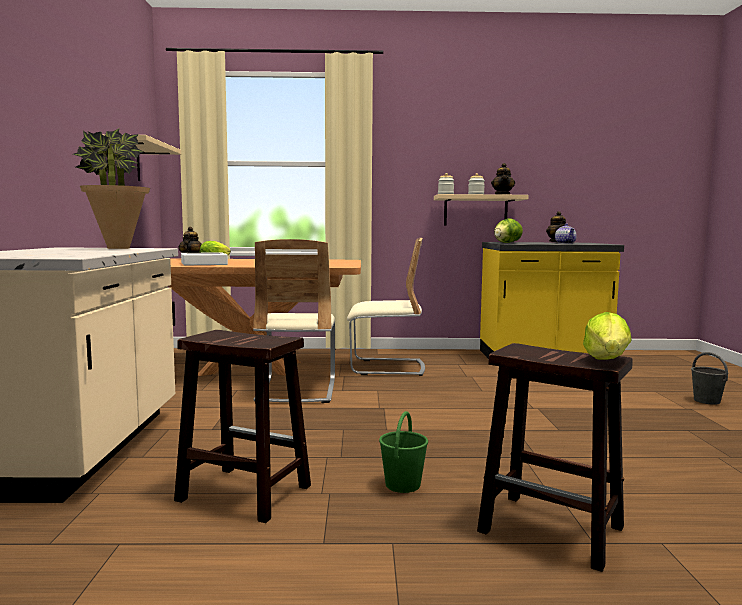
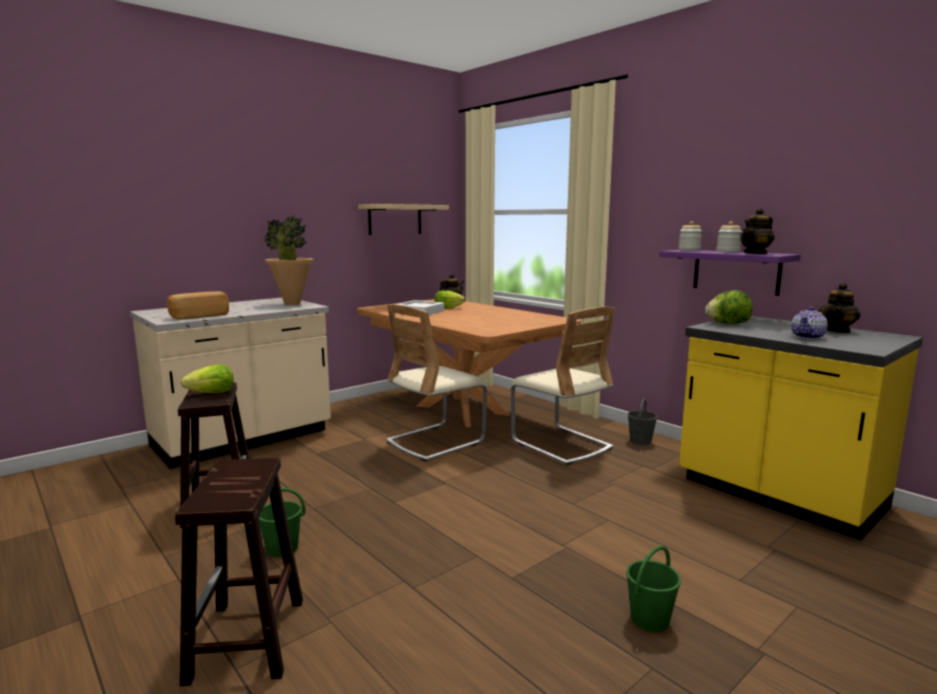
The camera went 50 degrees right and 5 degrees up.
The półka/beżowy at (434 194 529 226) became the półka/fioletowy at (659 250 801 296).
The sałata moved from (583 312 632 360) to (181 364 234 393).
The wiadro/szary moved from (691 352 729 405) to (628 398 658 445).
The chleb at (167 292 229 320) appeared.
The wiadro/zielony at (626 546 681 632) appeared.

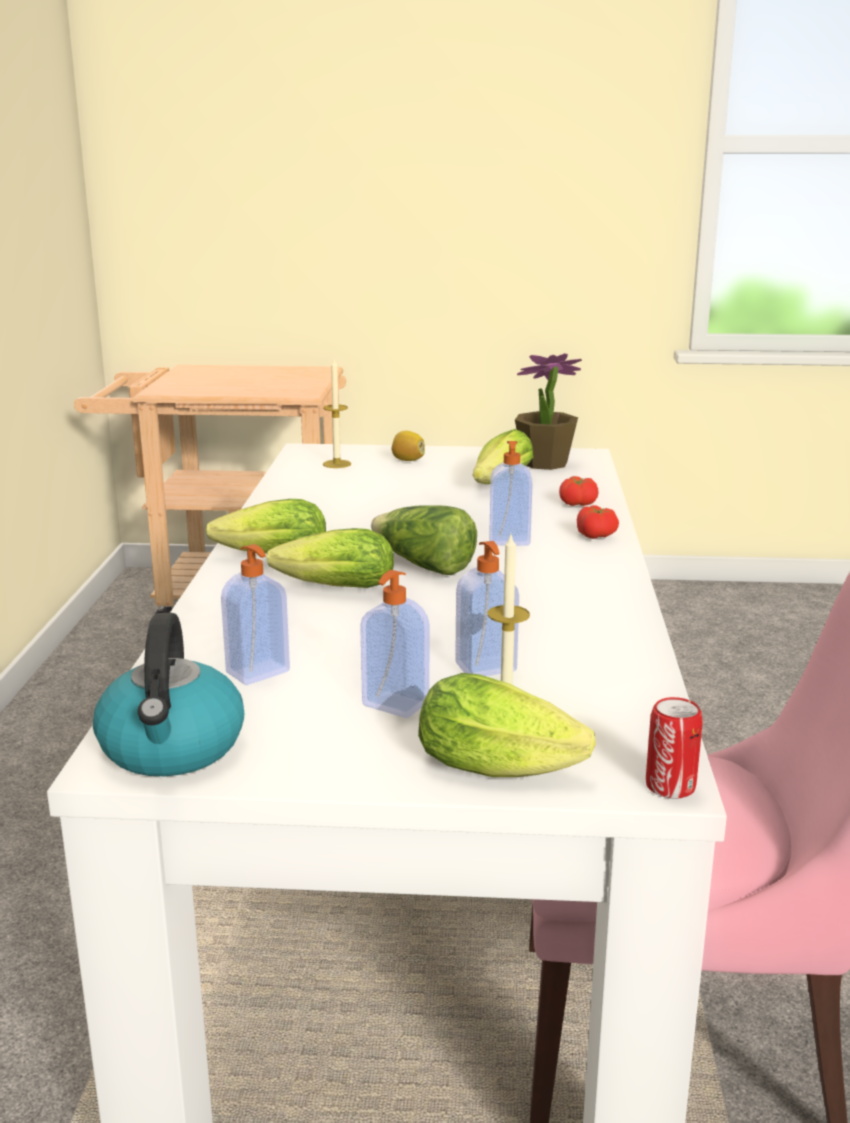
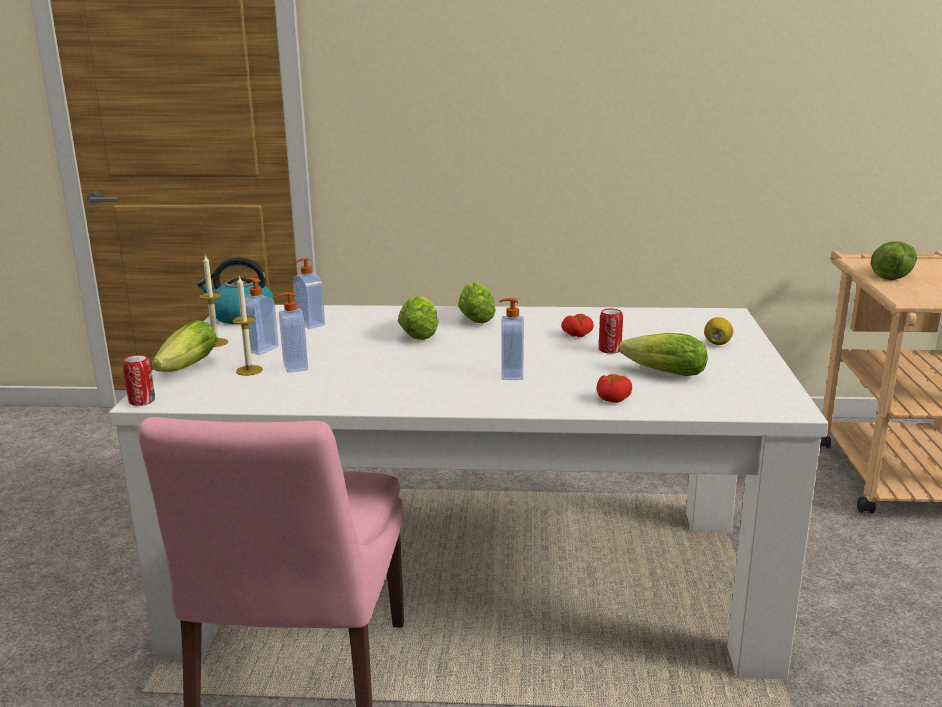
The camera went 90 degrees right and 0 degrees up.
The roślina doniczkowa at (515 353 582 470) disappeared.
The świeca moved from (323 359 351 468) to (199 255 228 347).
The sałata moved from (371 505 477 575) to (871 241 917 280).
The pomidor moved from (577 505 619 539) to (561 314 594 337).
The puszka at (599 309 623 354) appeared.

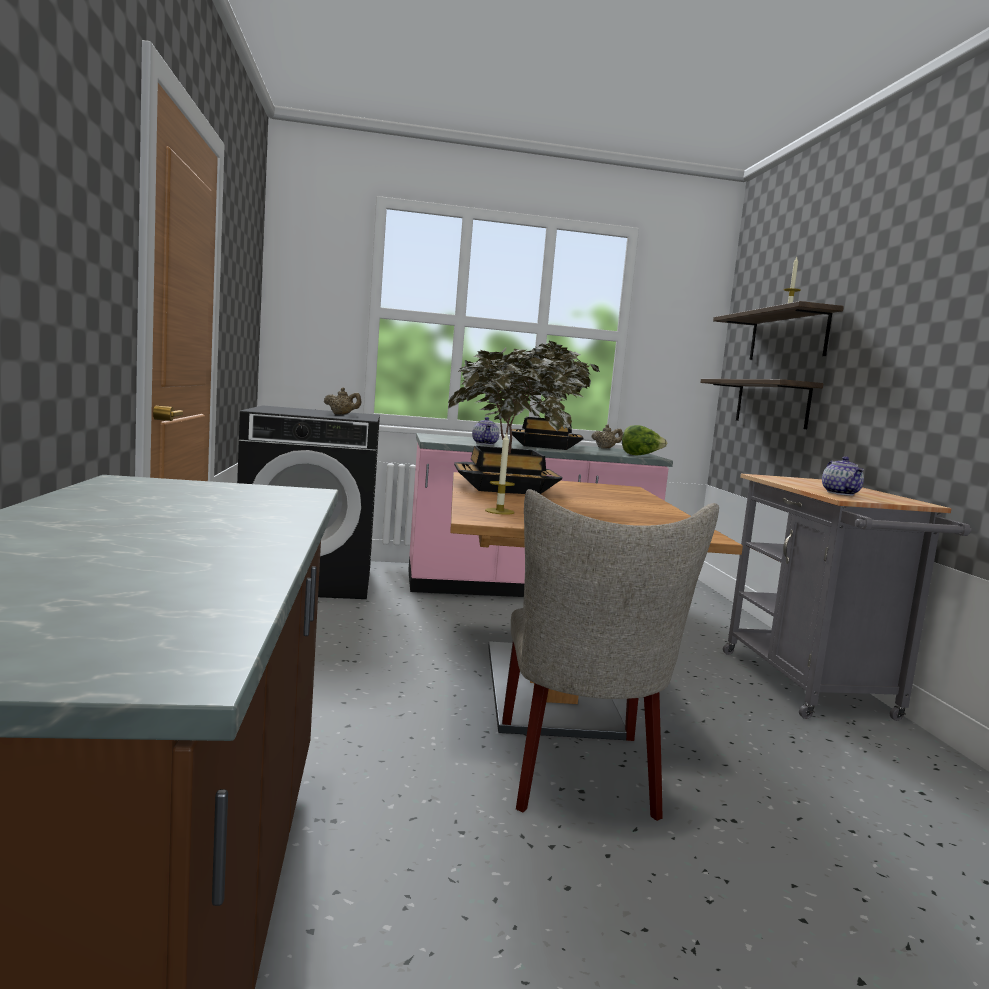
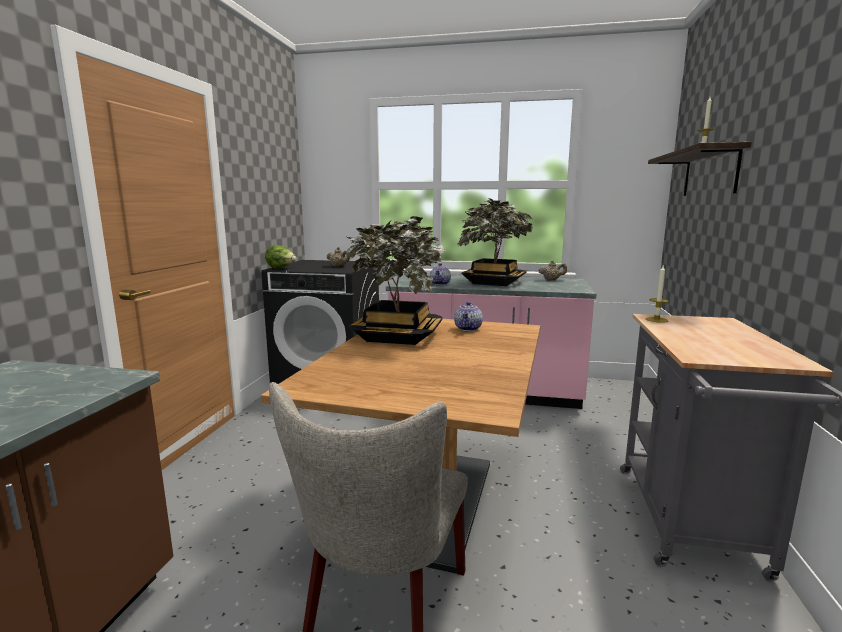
The camera went 20 degrees right and 5 degrees up.
The półka at (700 379 823 429) disappeared.
The sałata moved from (622 425 667 456) to (265 245 296 268).
The świeca moved from (485 432 515 515) to (646 264 669 323).
The imbryk moved from (822 456 864 496) to (454 302 483 331).

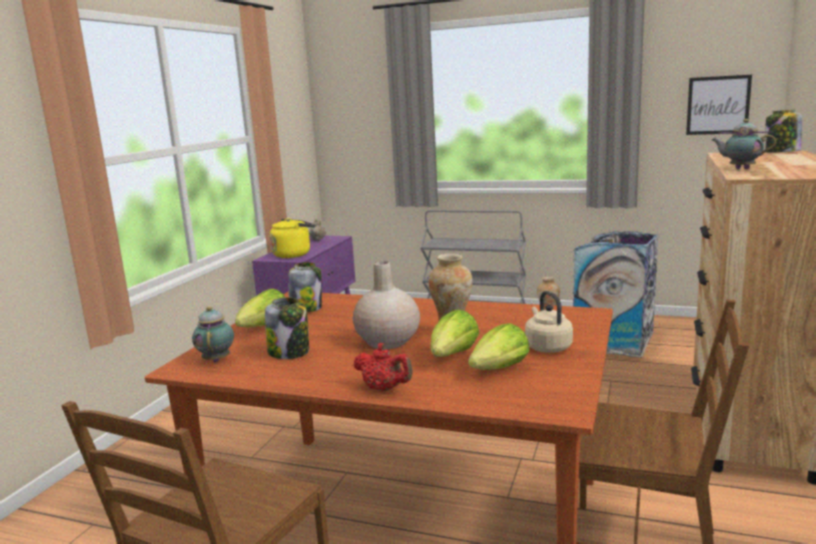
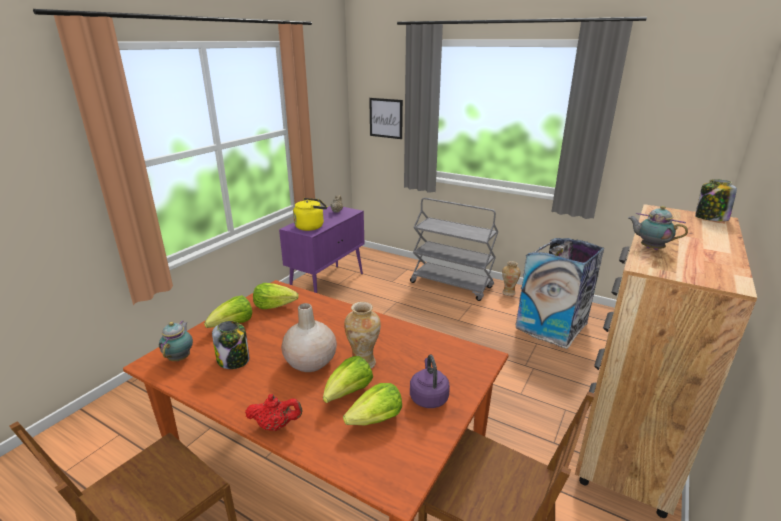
The camera went 10 degrees right and 10 degrees up.
The obraz moved from (686 75 752 135) to (369 98 403 139).
The słoik at (288 262 322 312) was replaced by the sałata at (253 283 299 309).
The czajnik/beżowy at (525 291 573 353) became the czajnik/fioletowy at (410 354 450 408).
The imbryk/czerwony at (353 343 413 391) turned 45 degrees counterclockwise.

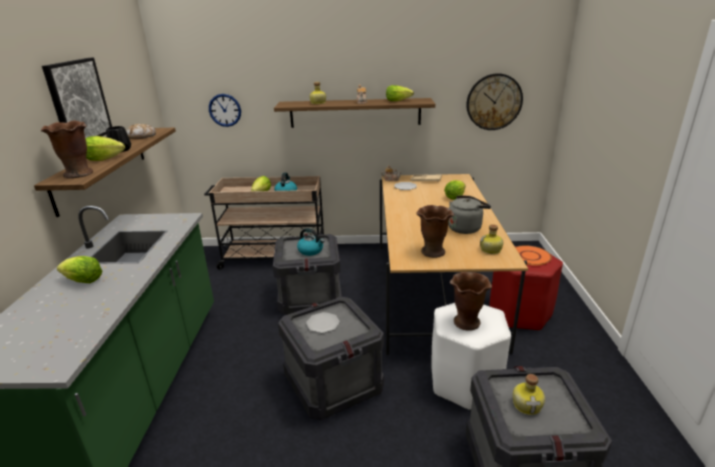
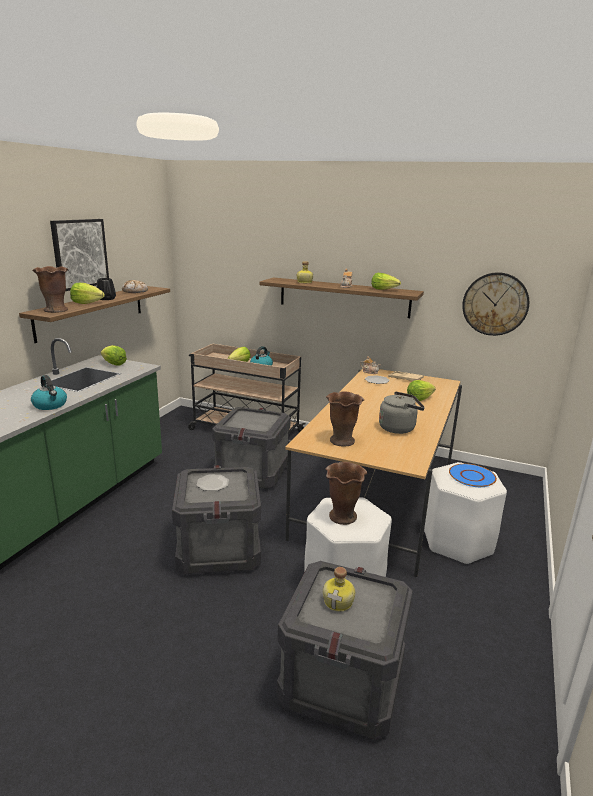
The camera went 20 degrees right and 5 degrees down.
The zegar ścienny at (209 94 241 127) disappeared.
The butelka at (480 224 503 254) disappeared.
The czajnik moved from (297 228 324 256) to (31 375 67 410).
The talerz/pomarańczowy at (515 245 552 266) became the talerz/niebieski at (449 464 497 487).
The stołek/czerwony at (489 246 563 331) became the stołek/biały at (424 462 507 565).
The sałata moved from (57 256 102 283) to (101 345 127 366).

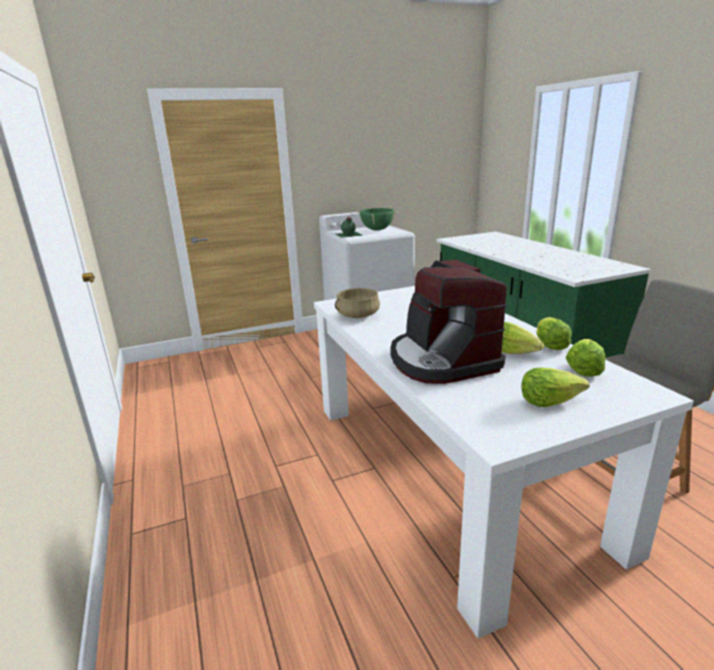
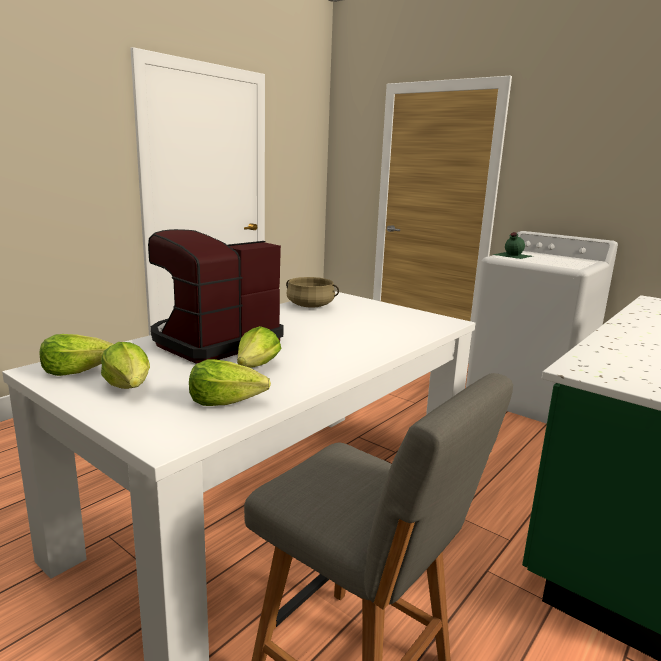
The camera went 60 degrees right and 5 degrees down.
The garnek/zielony at (356 208 398 231) disappeared.
The sałata moved from (536 317 572 350) to (40 334 113 376).

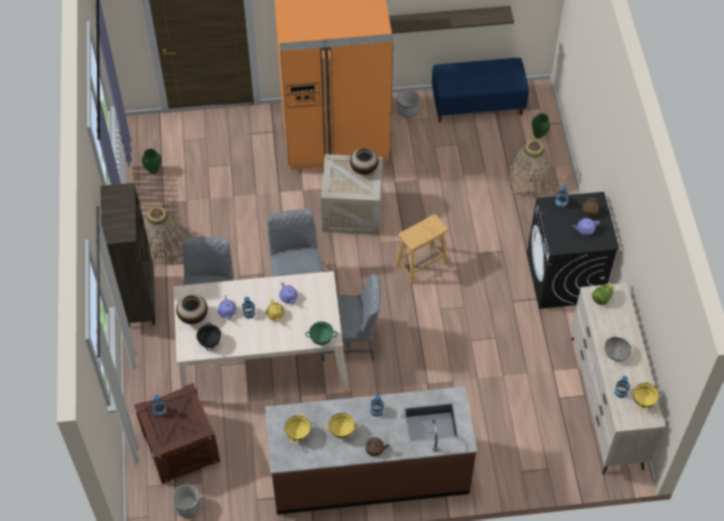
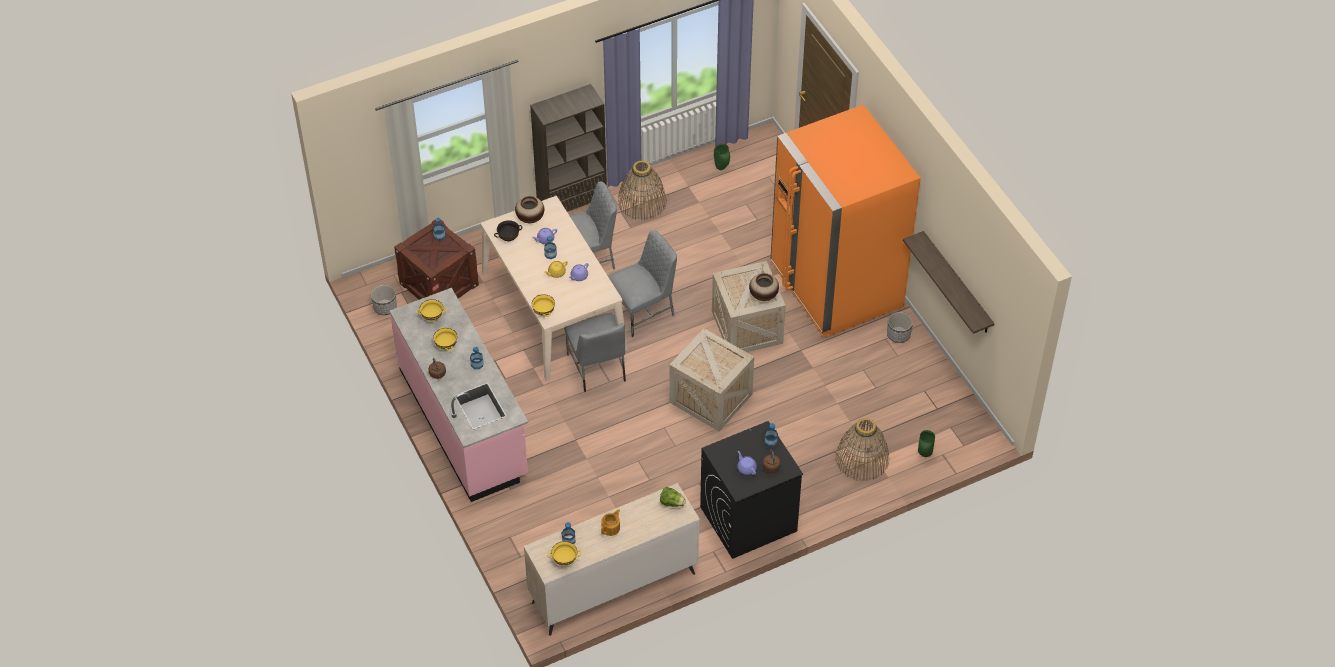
The camera went 70 degrees right and 5 degrees down.
The ławka/niebieski at (432 58 529 122) disappeared.
The stołek/brązowy at (395 214 449 284) was replaced by the skrzynka at (669 328 754 431).
The miska/zielony at (305 322 338 345) became the miska/żółty at (532 294 555 317).
The miska/szary at (605 337 631 362) was replaced by the imbryk at (601 509 620 536).
The zabudowa kuchenna/brązowy at (265 386 477 514) became the zabudowa kuchenna/różowy at (390 288 528 502).

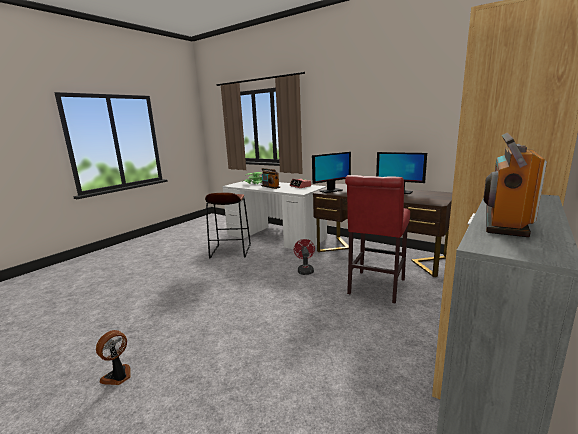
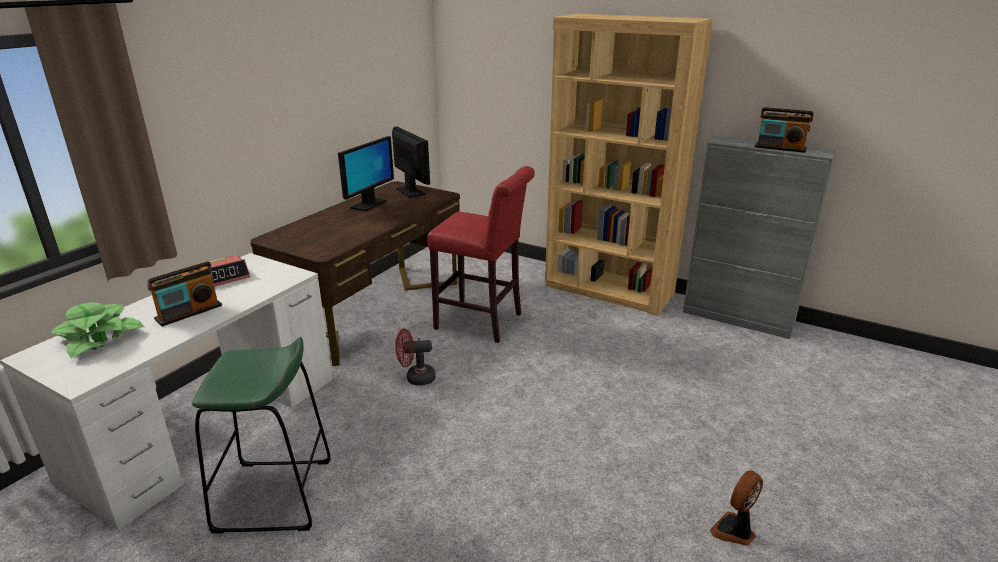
The camera went 95 degrees left and 10 degrees up.
The monitor moved from (312 152 351 193) to (392 127 430 198).
The stołek/brązowy at (205 192 251 258) became the stołek/zielony at (192 337 330 533).
The wentylator at (96 330 131 385) turned 105 degrees clockwise.

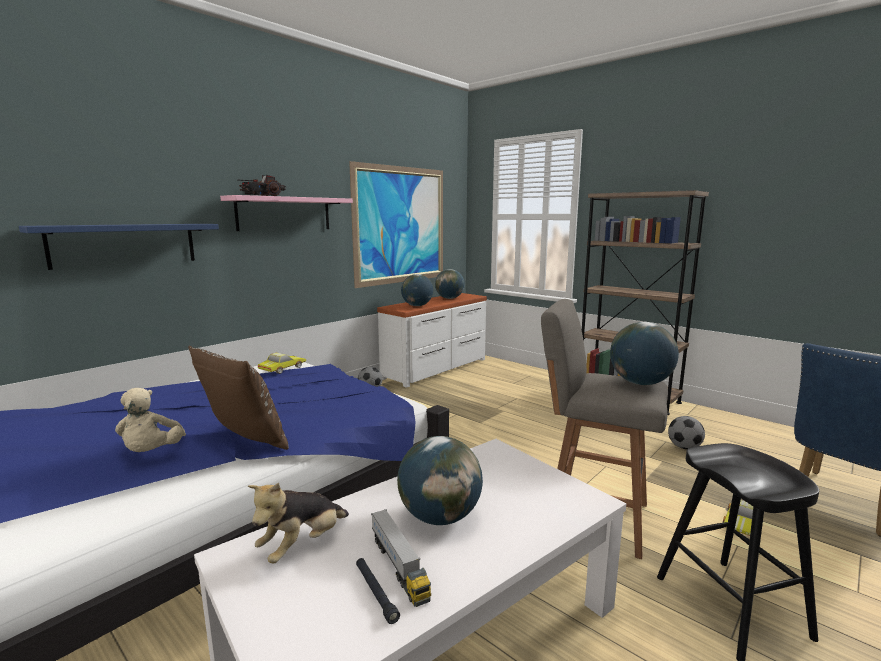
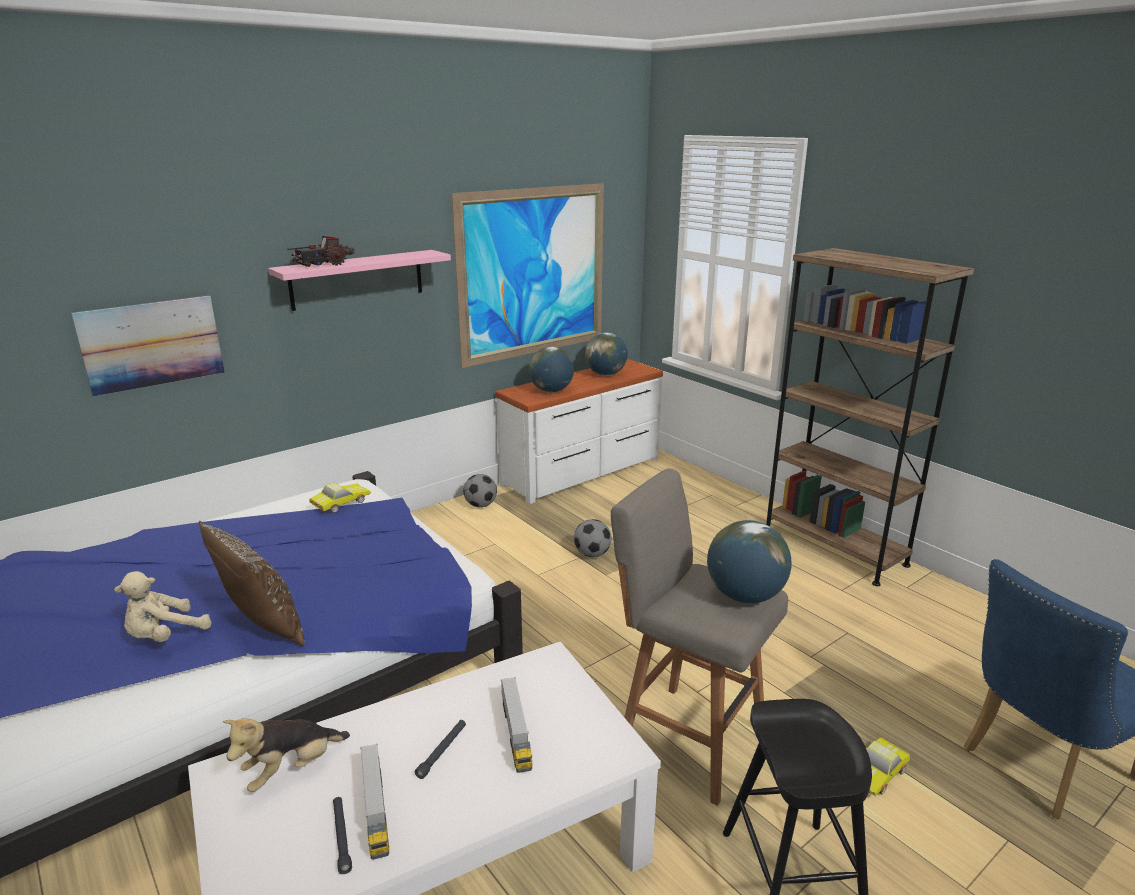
The camera went 10 degrees right and 10 degrees up.
The półka/niebieski at (19 224 219 270) was replaced by the obraz at (71 295 225 397).
The pluszak/beżowy at (115 388 186 452) turned 45 degrees clockwise.
The piłka futbolowa moved from (668 416 705 450) to (574 519 612 557).
The globus at (397 436 483 525) was replaced by the latarka/czarny at (415 720 466 779).
The ciężarówka zabawkowa at (501 677 533 773) appeared.

